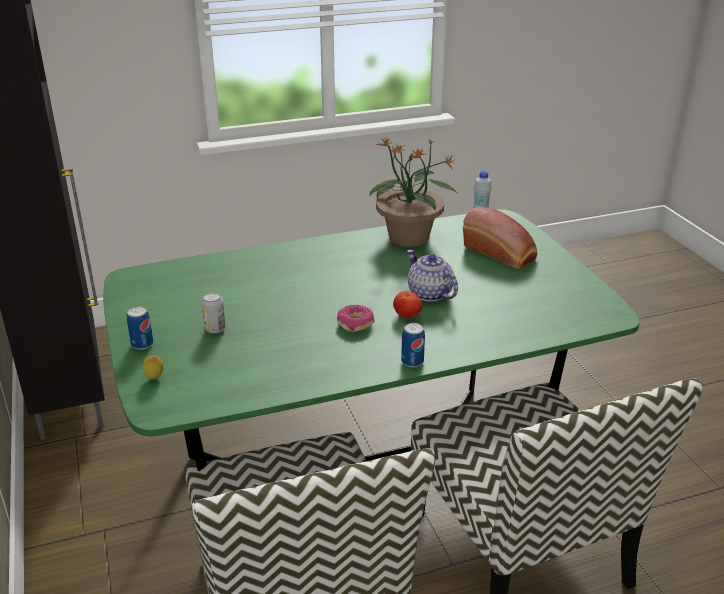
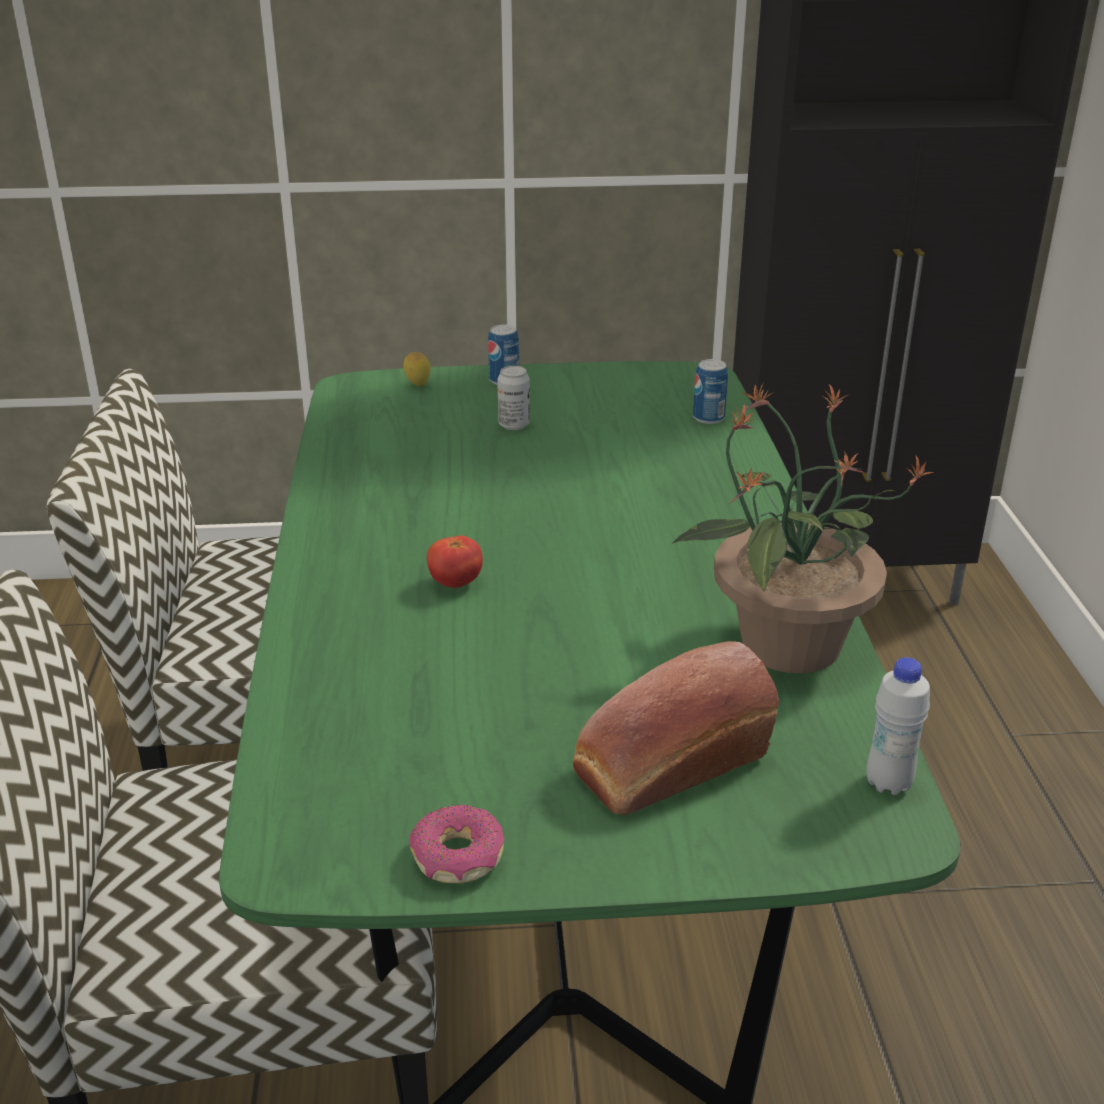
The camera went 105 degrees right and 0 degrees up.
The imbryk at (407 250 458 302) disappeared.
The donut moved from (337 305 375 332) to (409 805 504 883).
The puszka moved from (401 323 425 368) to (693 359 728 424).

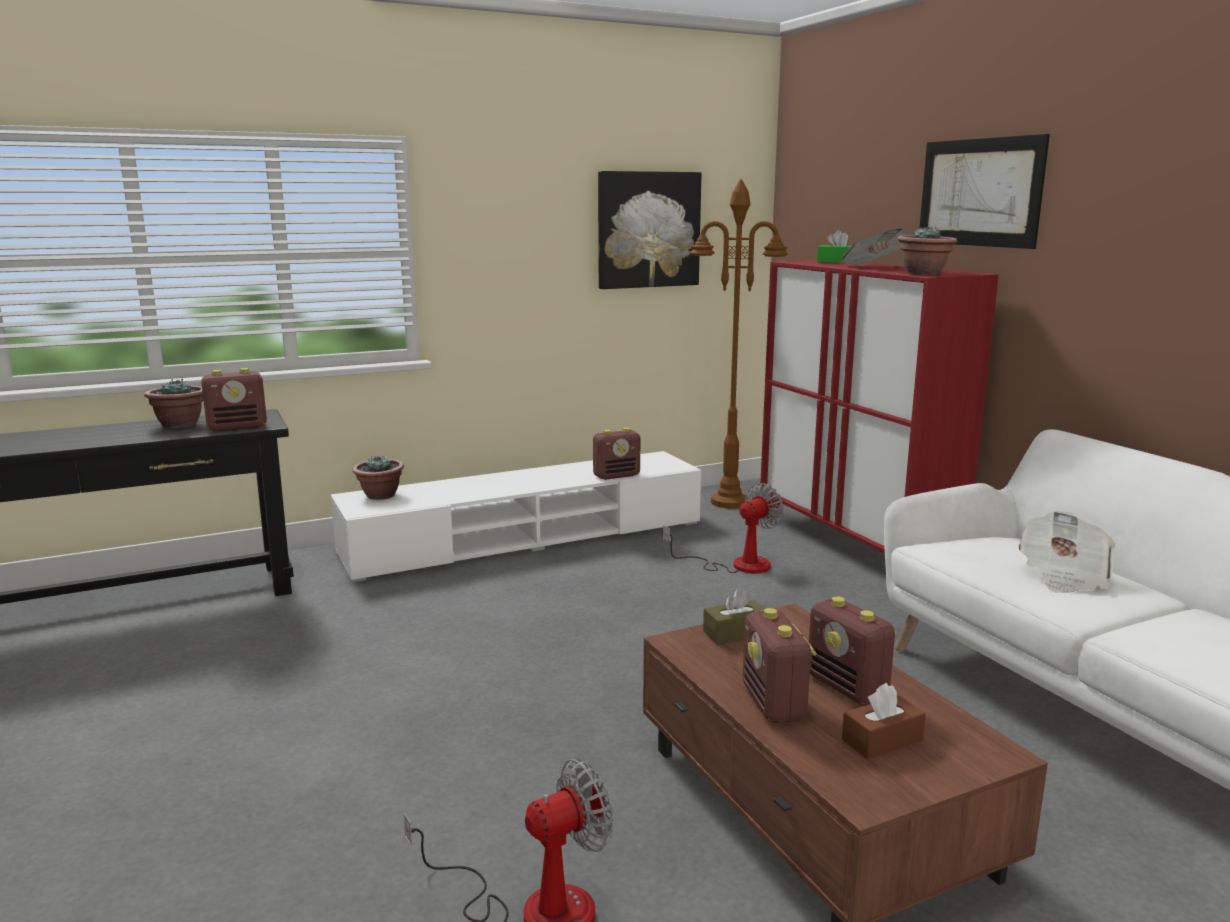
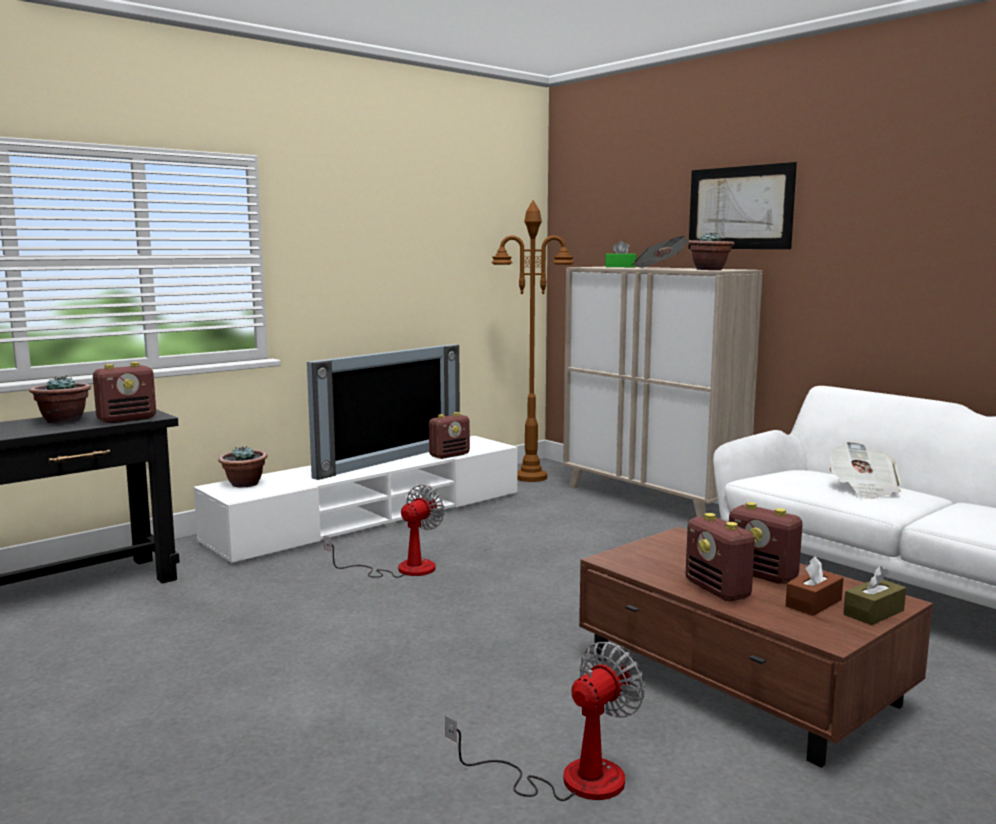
The camera went 15 degrees left and 5 degrees down.
The obraz at (598 171 702 289) disappeared.
The szafka/czerwony at (760 260 998 553) became the szafka/beżowy at (563 267 762 517).
The wentylator moved from (663 483 784 573) to (324 485 445 578).
The pudełko chusteczek/brązowy moved from (703 588 765 645) to (843 566 906 625).
The telewizor at (307 344 460 480) appeared.

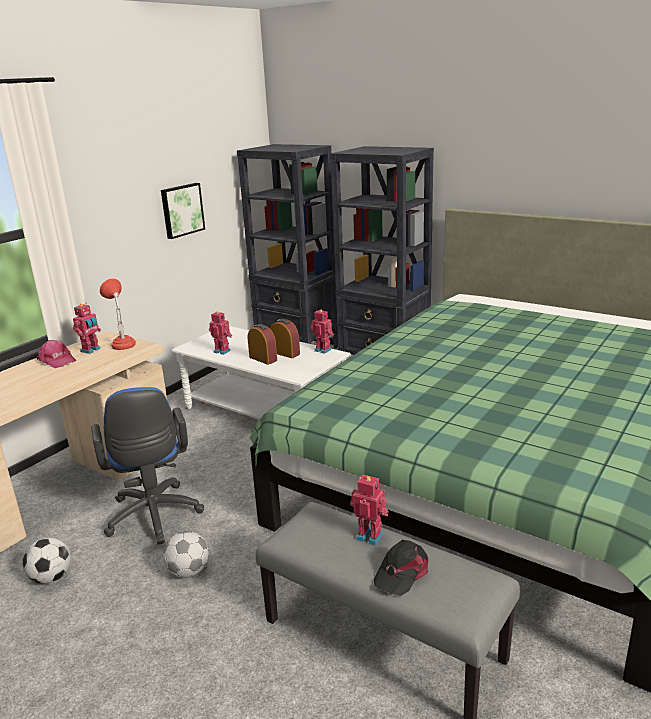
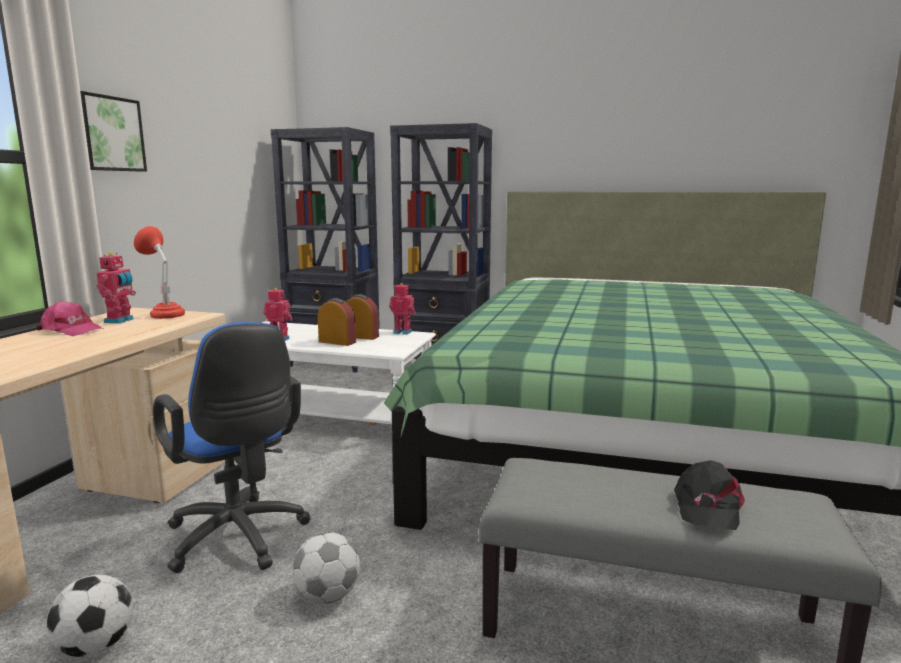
The camera went 20 degrees left and 10 degrees down.
The obraz moved from (161 183 205 239) to (80 91 147 172).
The robot zabawkowy at (350 475 389 546) disappeared.

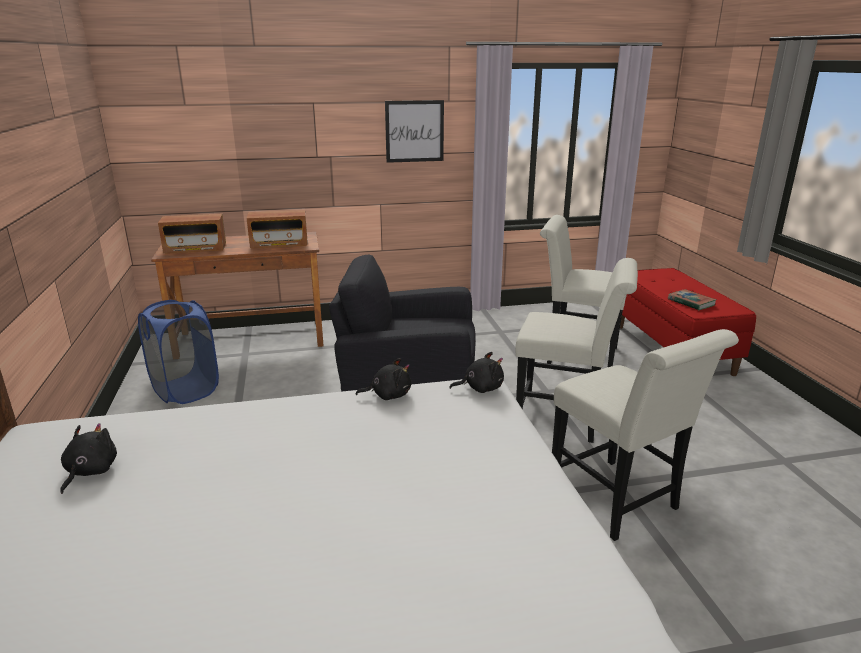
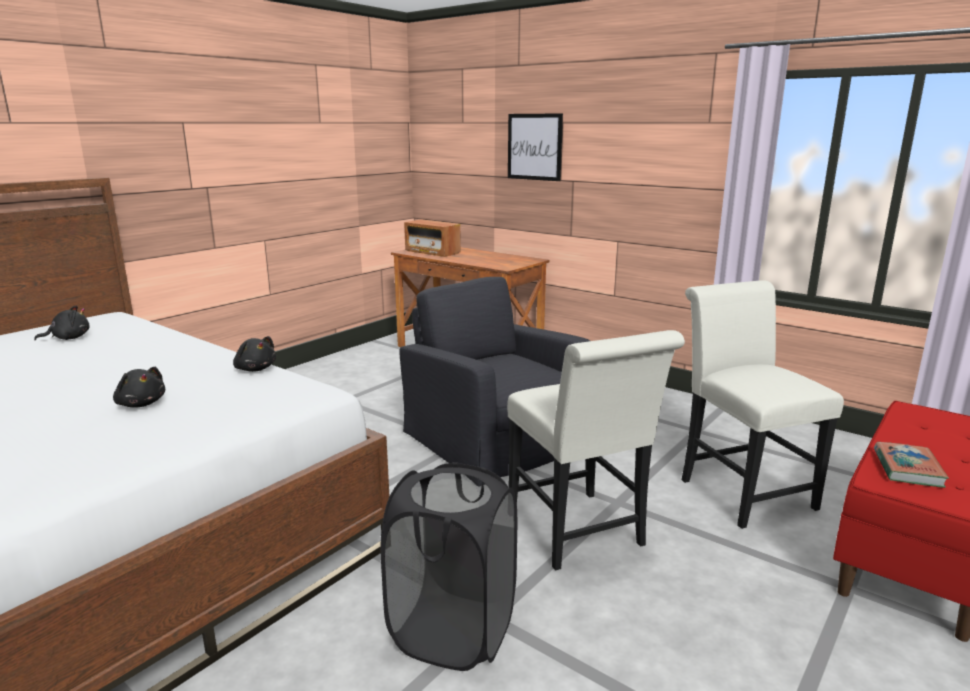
The camera went 50 degrees right and 5 degrees down.
The obraz moved from (385 100 444 163) to (508 113 563 181).
The radio at (246 210 308 249) disappeared.
The kosz na pranie/niebieski at (138 300 219 404) disappeared.
The krzesło/biały at (552 329 739 541) was replaced by the kosz na pranie/czarny at (381 462 517 671).
The pluszak/czarny moved from (450 352 504 393) to (113 367 165 408).

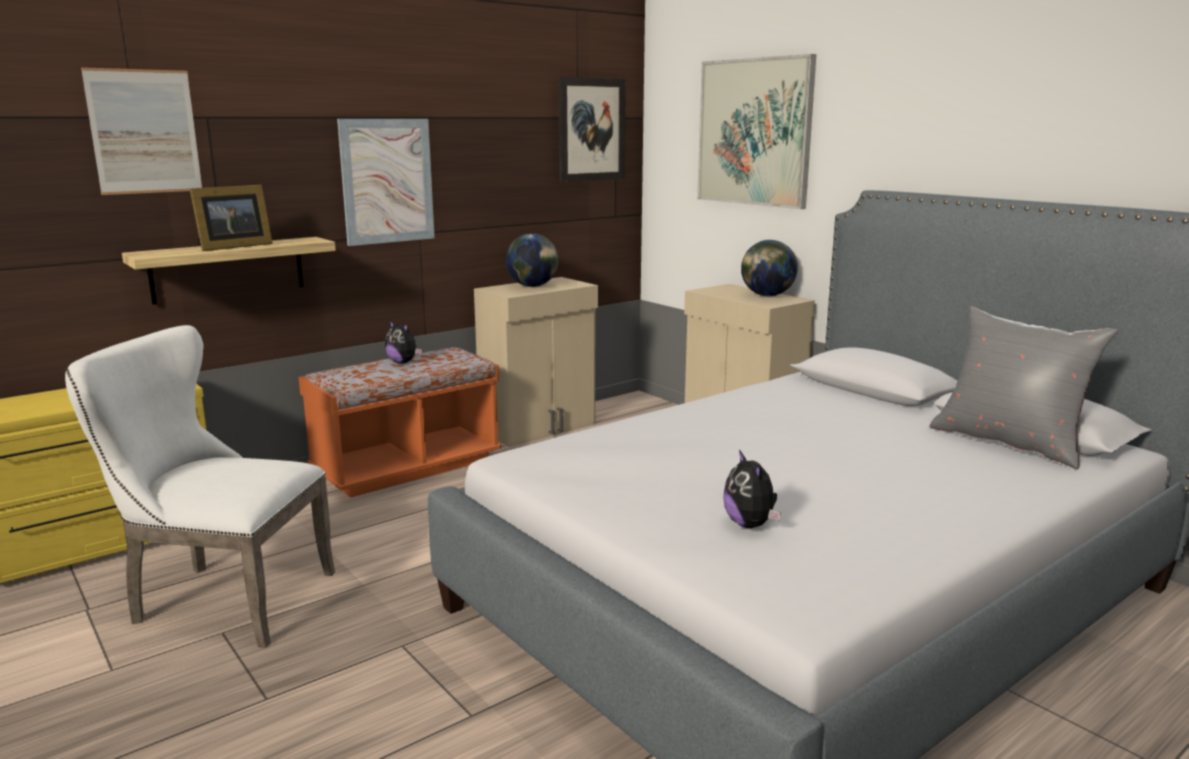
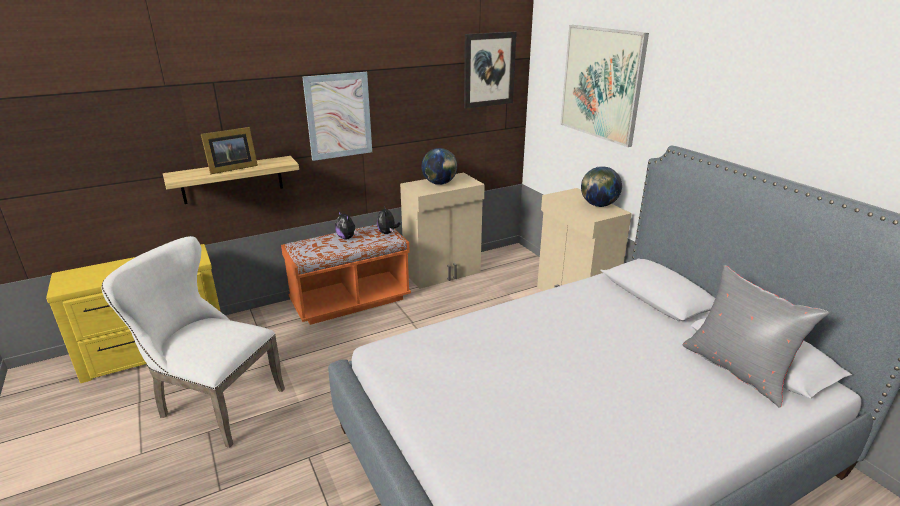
The camera went 10 degrees right and 10 degrees up.
The obraz at (81 67 202 195) disappeared.
The pluszak moved from (723 449 781 528) to (377 205 401 234).

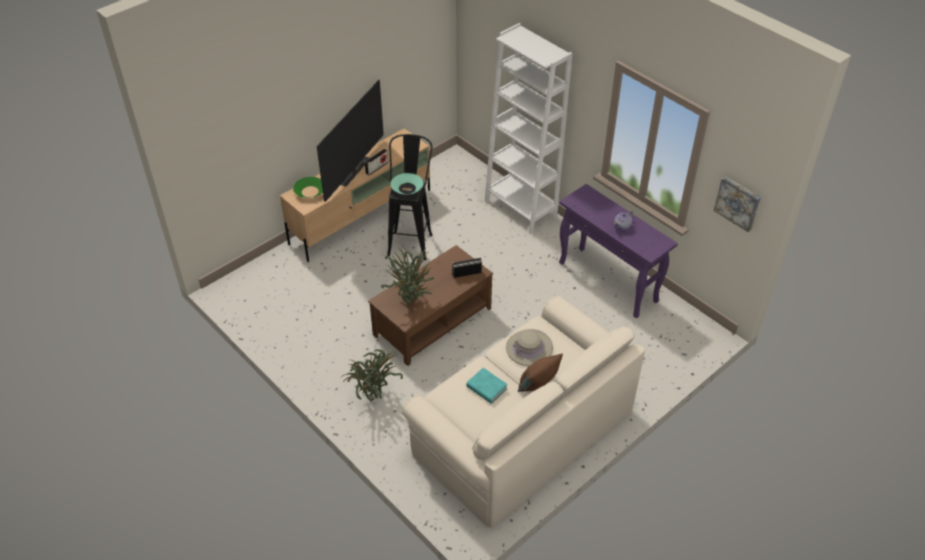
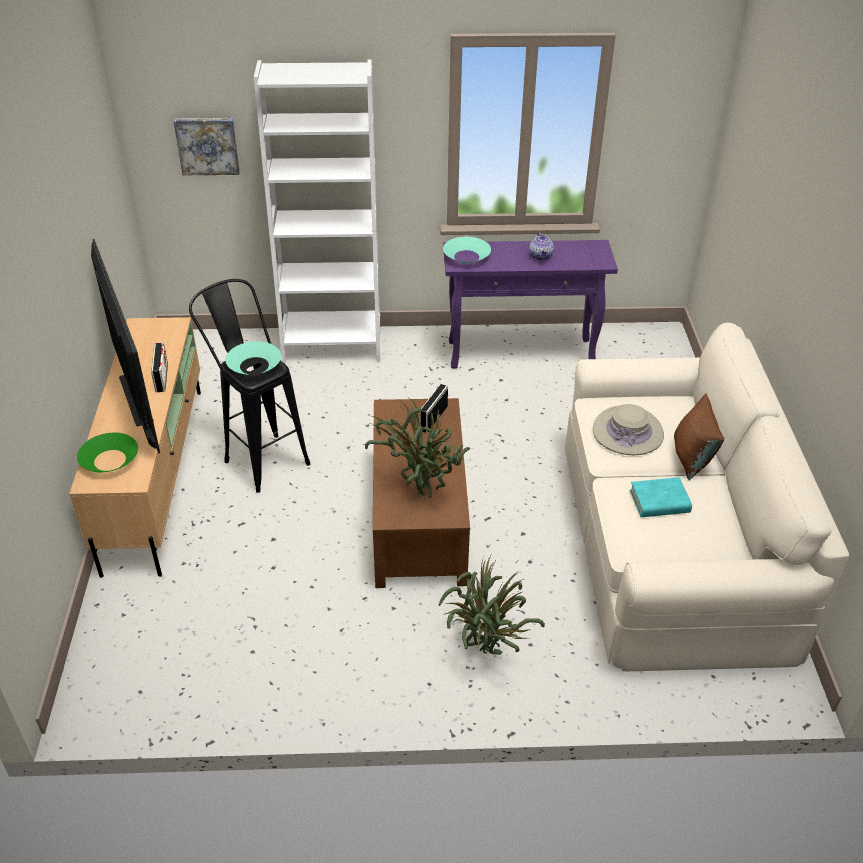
The camera went 50 degrees left and 5 degrees down.
The obraz moved from (714 176 761 232) to (174 118 240 175).
The miska/turkusowy at (443 237 491 263) appeared.

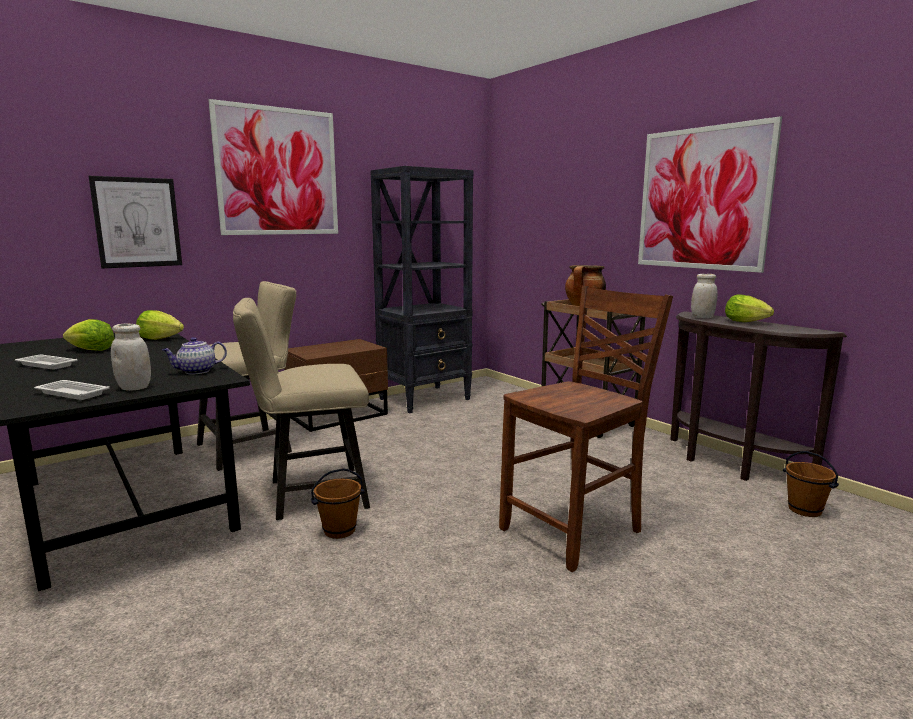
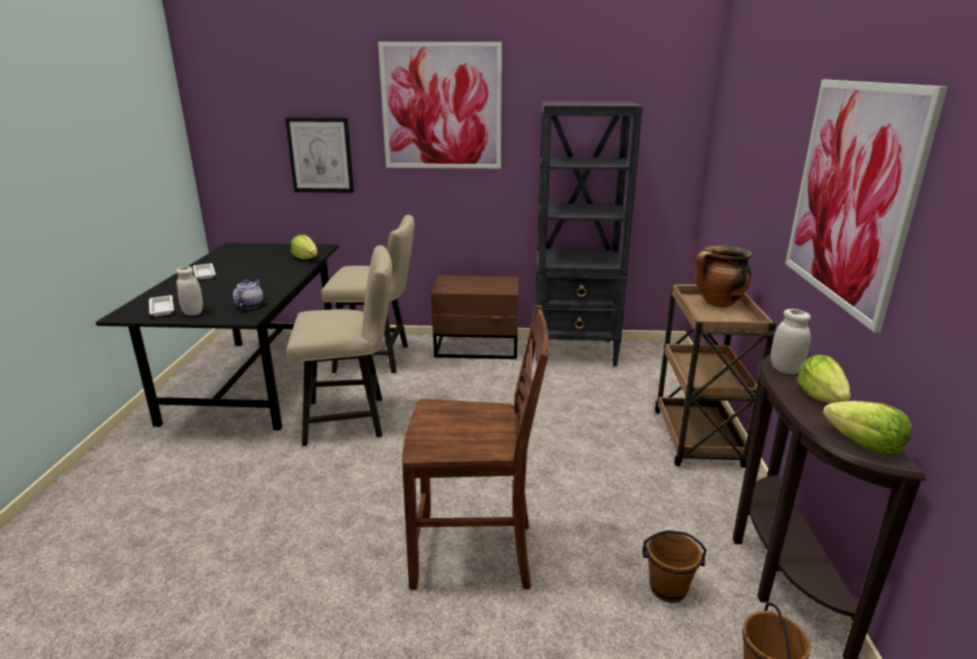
The camera went 40 degrees right and 10 degrees up.
The krzesło/beżowy at (233 298 370 520) turned 150 degrees clockwise.
The sałata moved from (63 319 115 351) to (823 401 912 455).
The imbryk at (162 337 227 374) turned 90 degrees clockwise.
The wiadro/brązowy moved from (311 468 365 539) to (642 530 706 603).

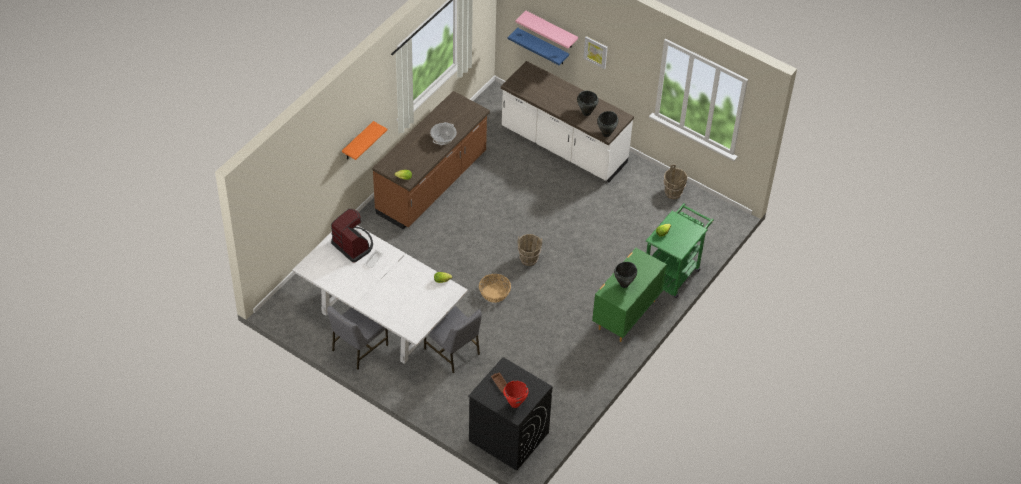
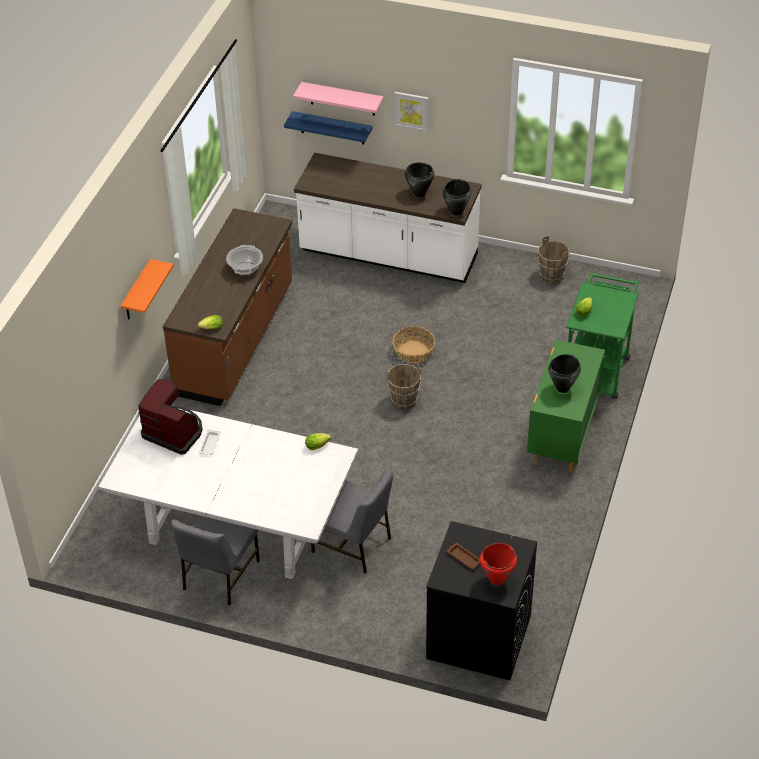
The camera went 15 degrees left and 5 degrees down.
The koszyk moved from (479 274 511 303) to (392 326 435 363).

